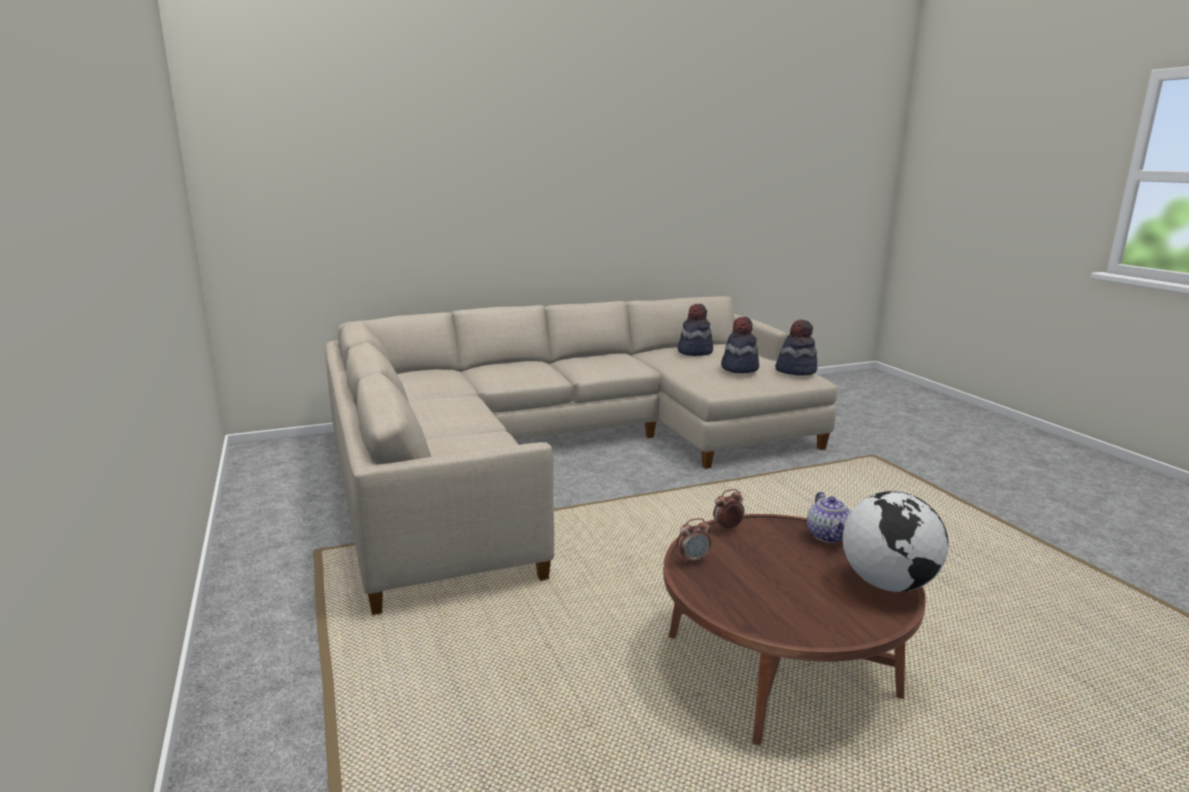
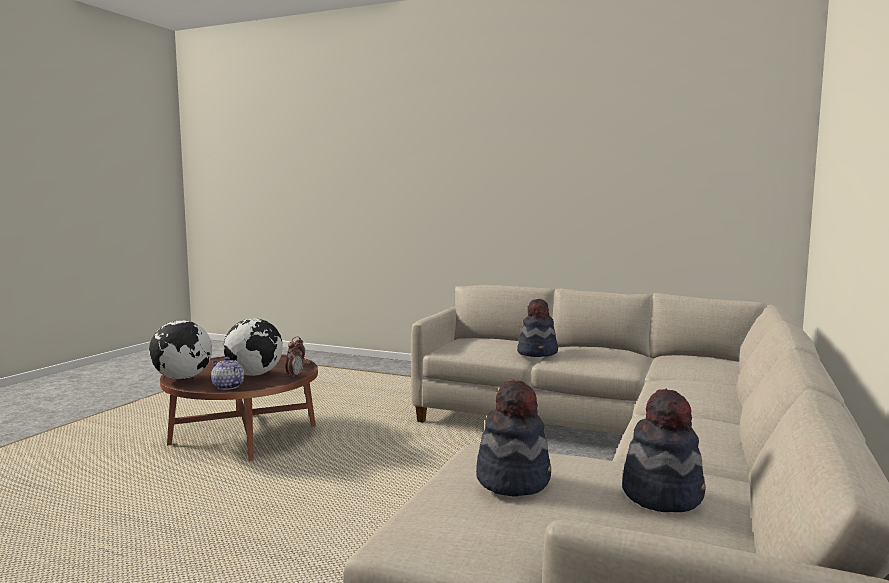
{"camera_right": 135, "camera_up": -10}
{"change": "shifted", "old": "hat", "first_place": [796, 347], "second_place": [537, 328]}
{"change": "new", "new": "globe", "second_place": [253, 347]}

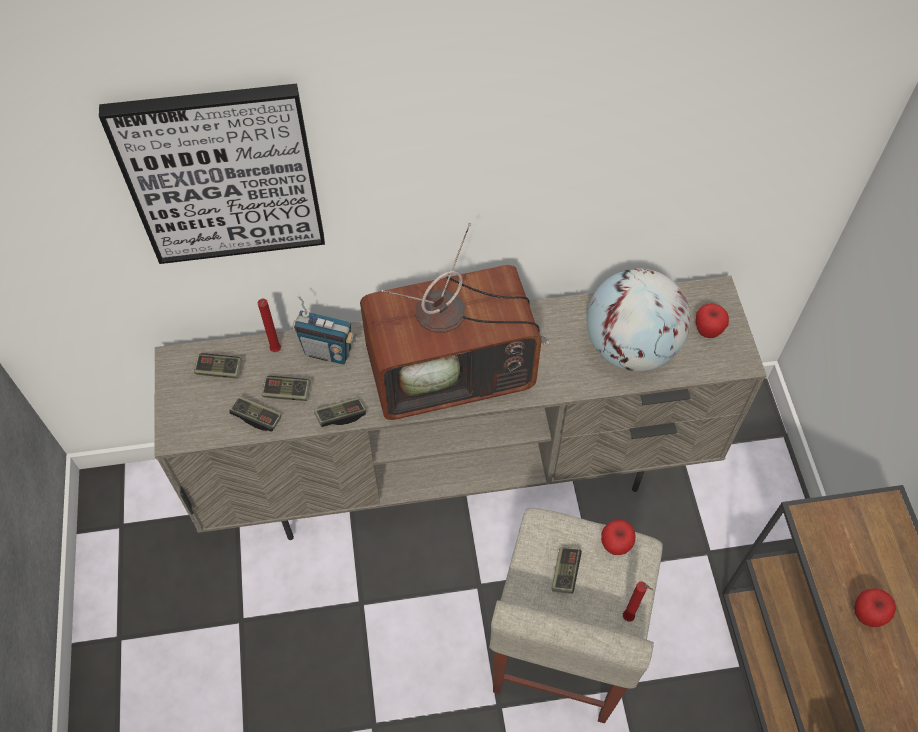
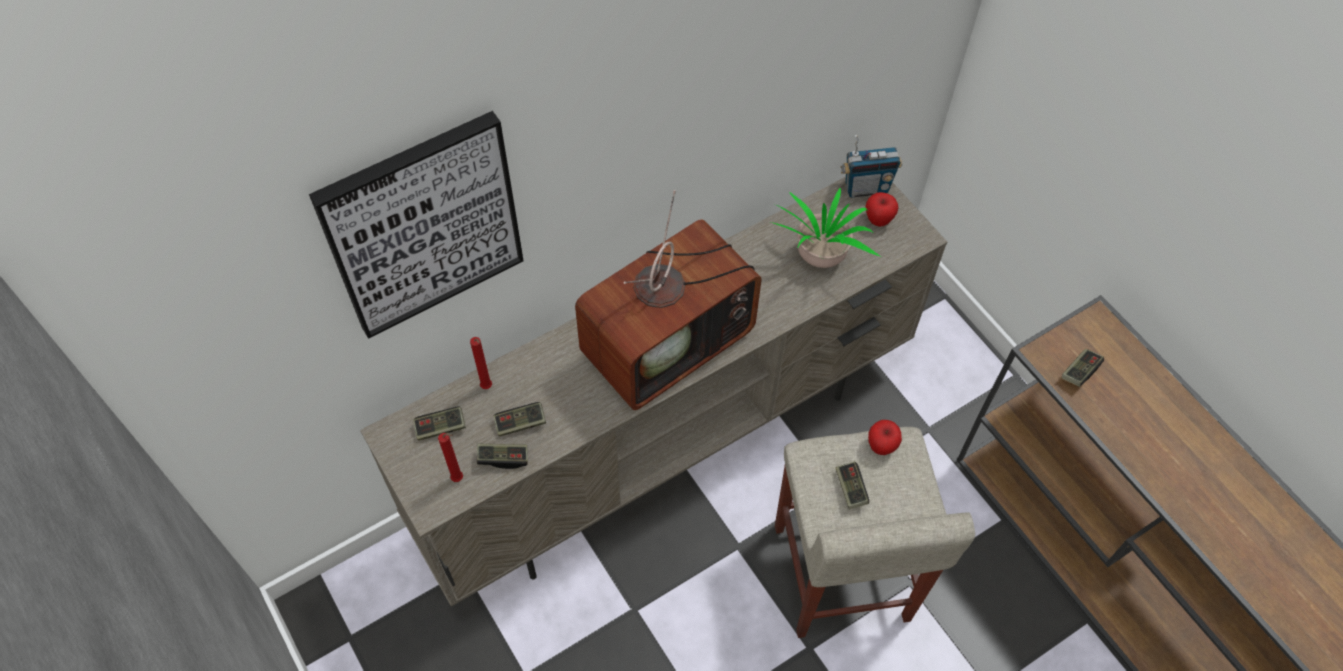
{"camera_right": -25, "camera_up": 0}
{"change": "swapped", "old": "globe", "new": "potted plant", "first_place": [639, 319], "second_place": [826, 228]}
{"change": "shifted", "old": "radio", "first_place": [324, 330], "second_place": [871, 166]}
{"change": "shifted", "old": "game controller", "first_place": [340, 412], "second_place": [1083, 368]}
{"change": "shifted", "old": "candle/red", "first_place": [638, 602], "second_place": [450, 457]}
{"change": "gone", "old": "apple", "first_place": [875, 607]}

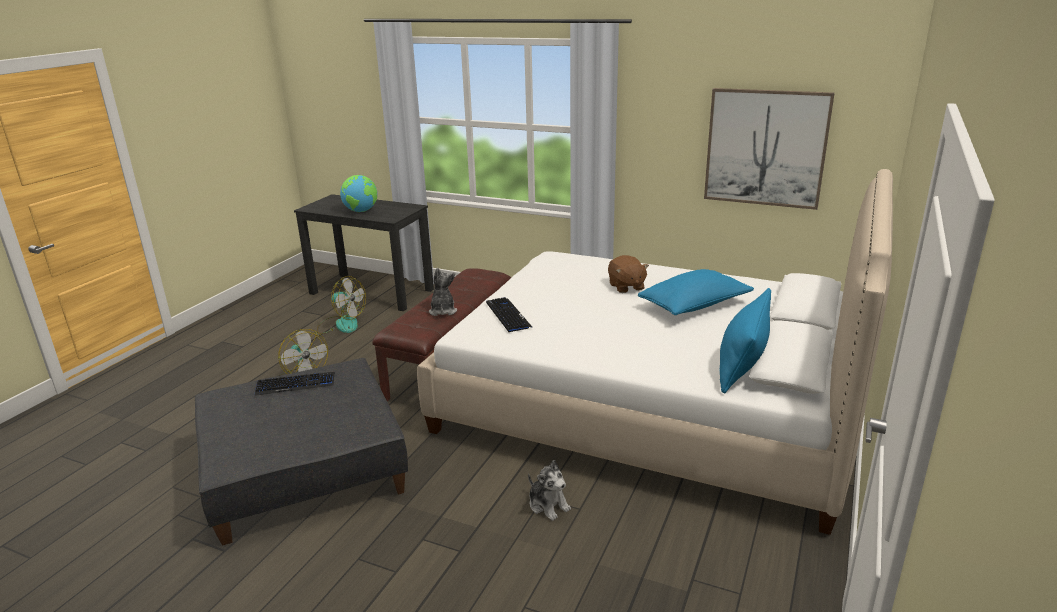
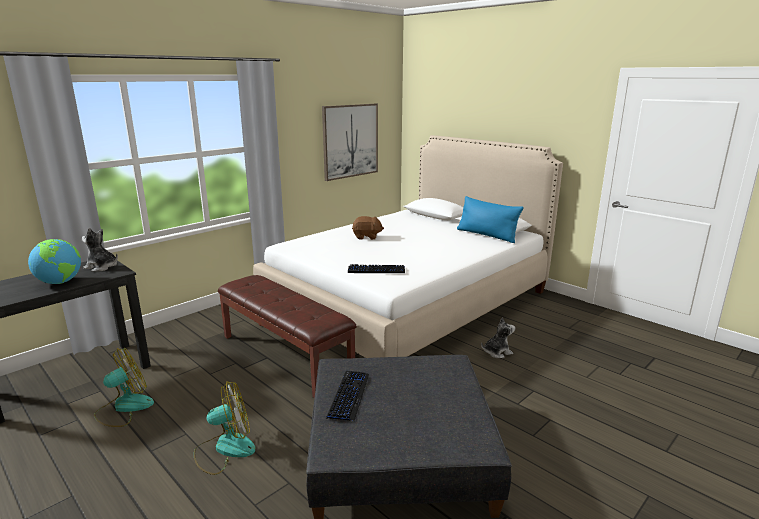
{"camera_right": -70, "camera_up": -5}
{"change": "shifted", "old": "plush toy", "first_place": [443, 292], "second_place": [100, 250]}
{"change": "gone", "old": "pillow/blue", "first_place": [696, 292]}

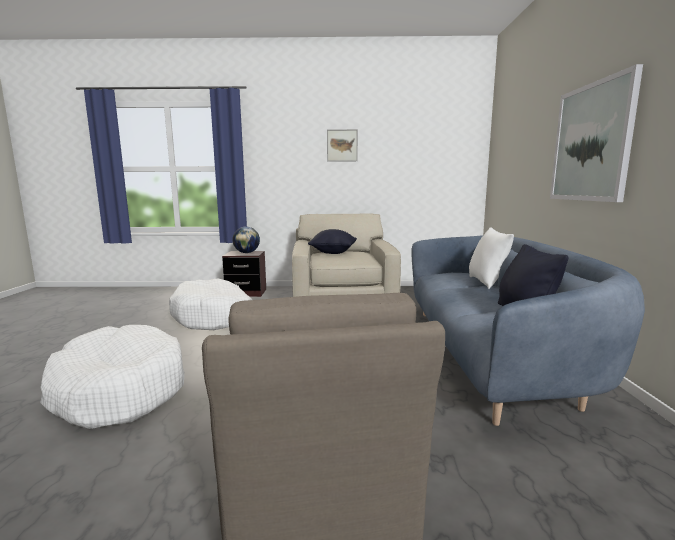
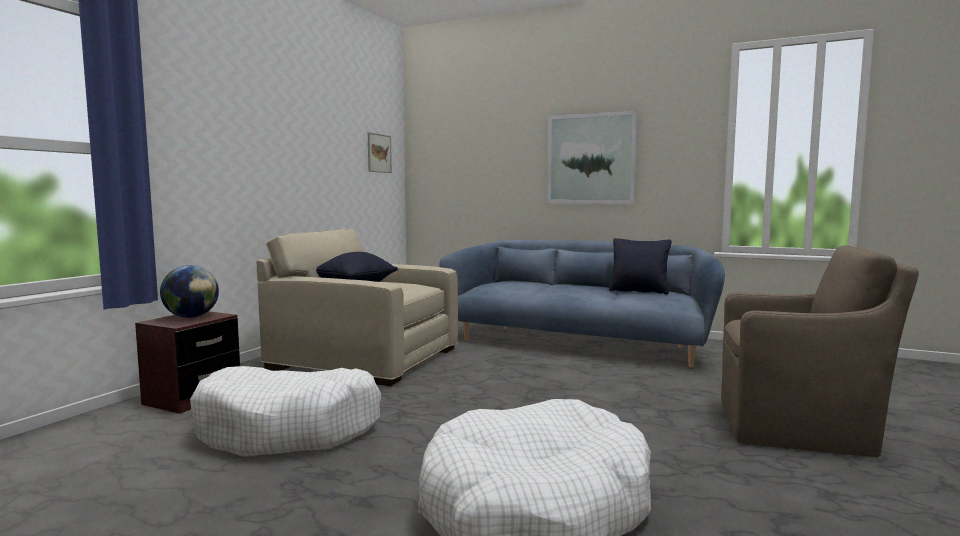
{"camera_right": -65, "camera_up": -5}
{"change": "shifted", "old": "picture", "first_place": [342, 145], "second_place": [380, 152]}
{"change": "gone", "old": "pillow/white", "first_place": [491, 258]}

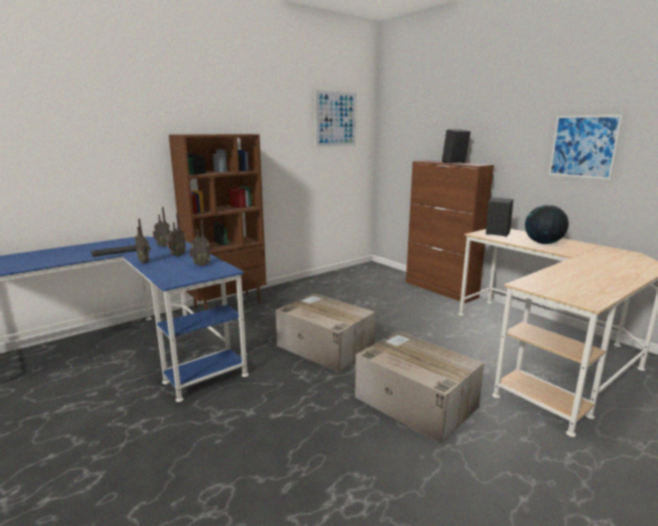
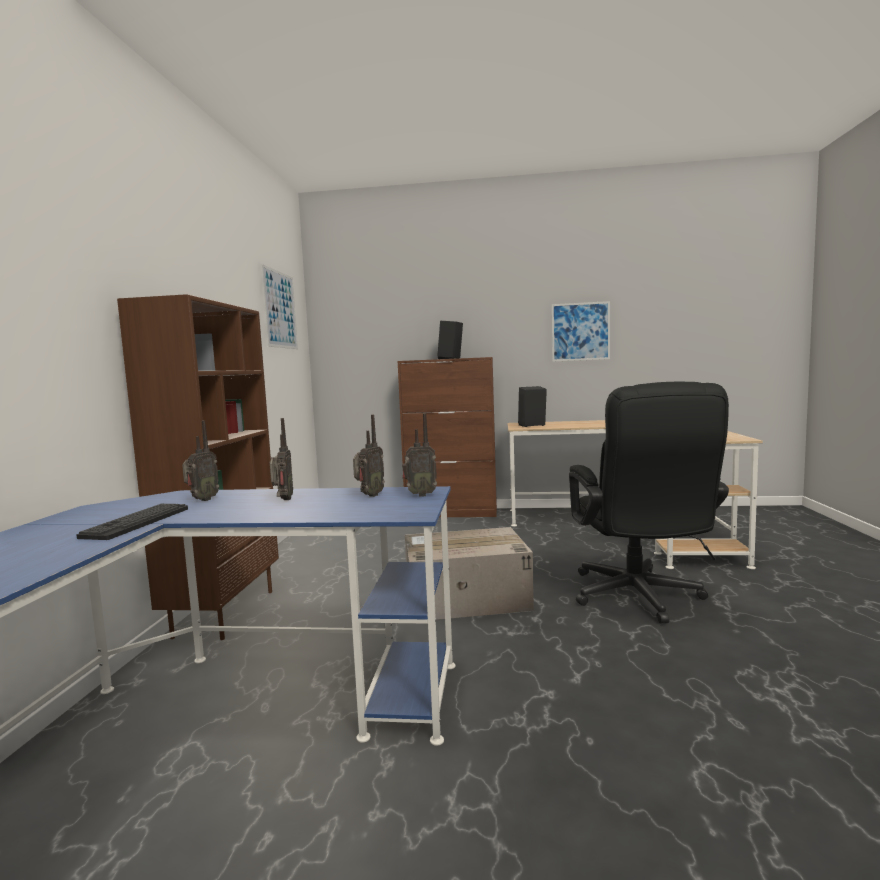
{"camera_right": -45, "camera_up": -10}
{"change": "gone", "old": "globe", "first_place": [547, 224]}
{"change": "shifted", "old": "radio", "first_place": [143, 241], "second_place": [419, 455]}
{"change": "swapped", "old": "cardboard box", "new": "office chair/black", "first_place": [419, 387], "second_place": [649, 503]}

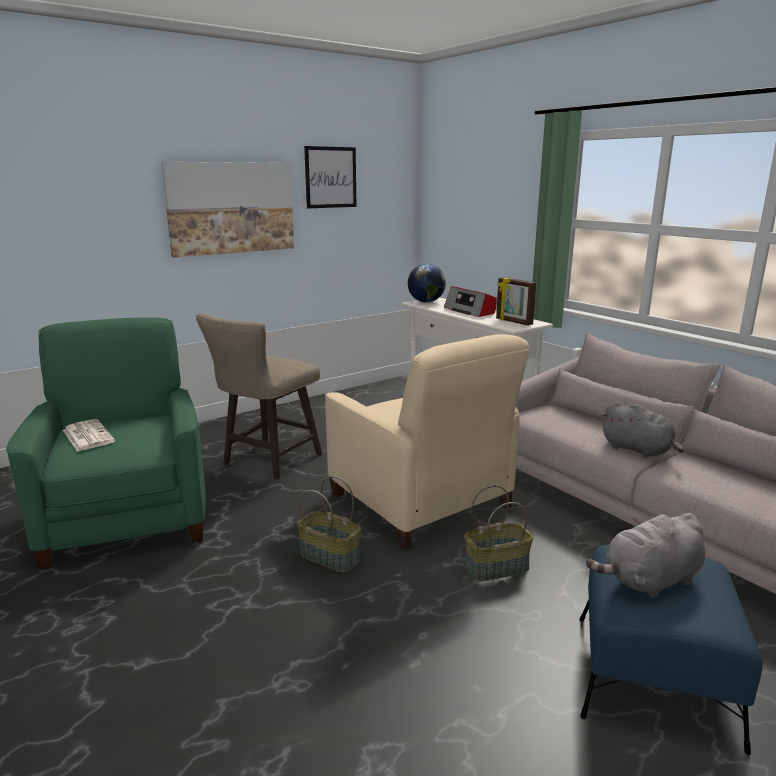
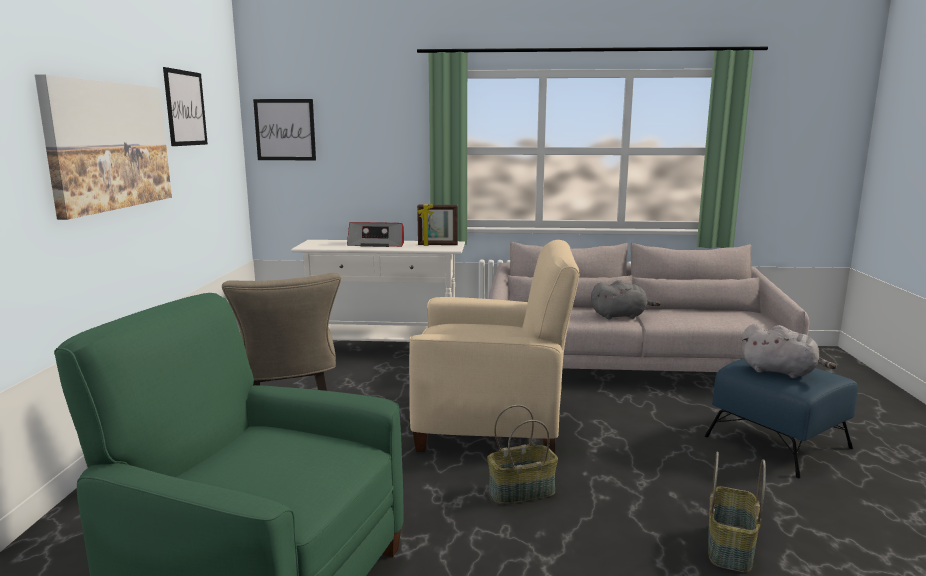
{"camera_right": -50, "camera_up": -5}
{"change": "gone", "old": "globe", "first_place": [427, 283]}
{"change": "gone", "old": "newspaper", "first_place": [89, 435]}
{"change": "shifted", "old": "basket", "first_place": [498, 533], "second_place": [737, 512]}
{"change": "rotated", "old": "plush toy/grey", "first_place": [645, 556], "second_place": [789, 351], "degrees": -75}
{"change": "new", "new": "picture", "second_place": [284, 129]}

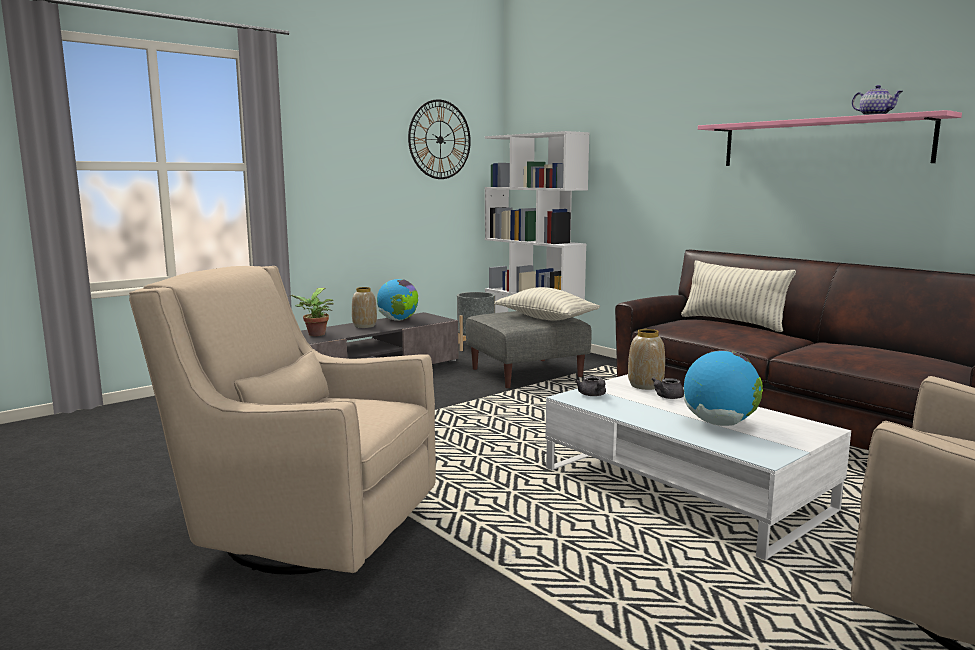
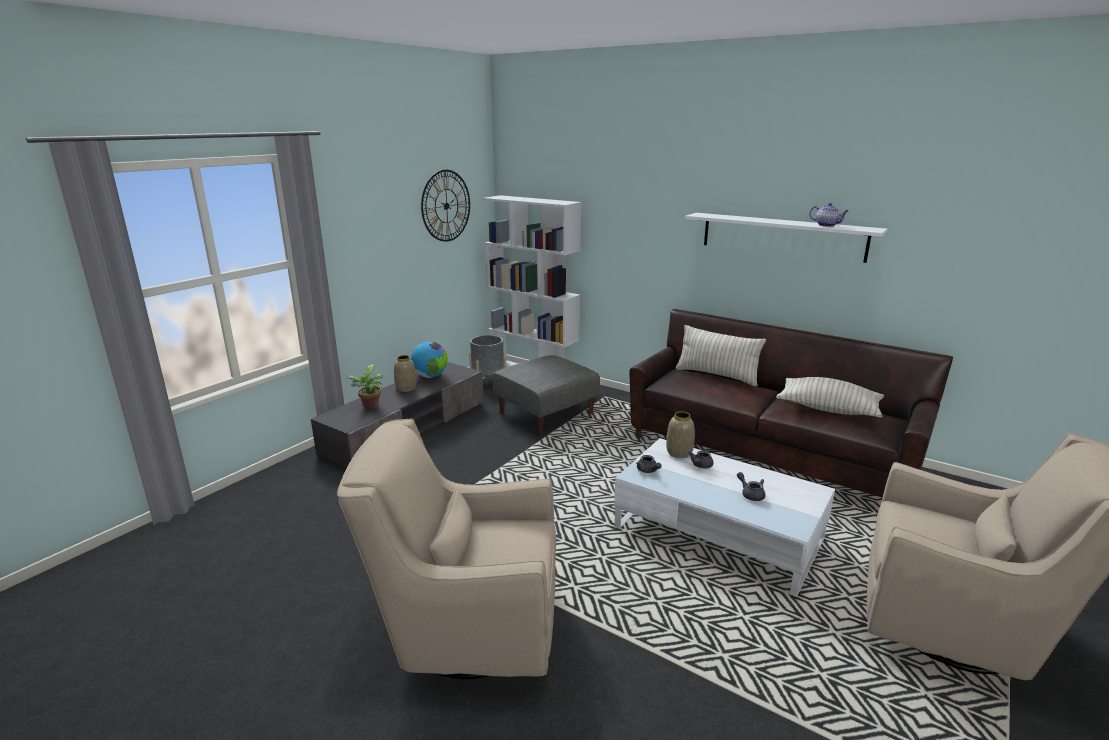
{"camera_right": -15, "camera_up": 10}
{"change": "repainted", "old": "shelf/pink", "new": "shelf/white", "first_place": [830, 138], "second_place": [786, 238]}
{"change": "shifted", "old": "pillow", "first_place": [547, 303], "second_place": [830, 397]}
{"change": "swapped", "old": "globe", "new": "teapot/grey", "first_place": [723, 388], "second_place": [751, 486]}

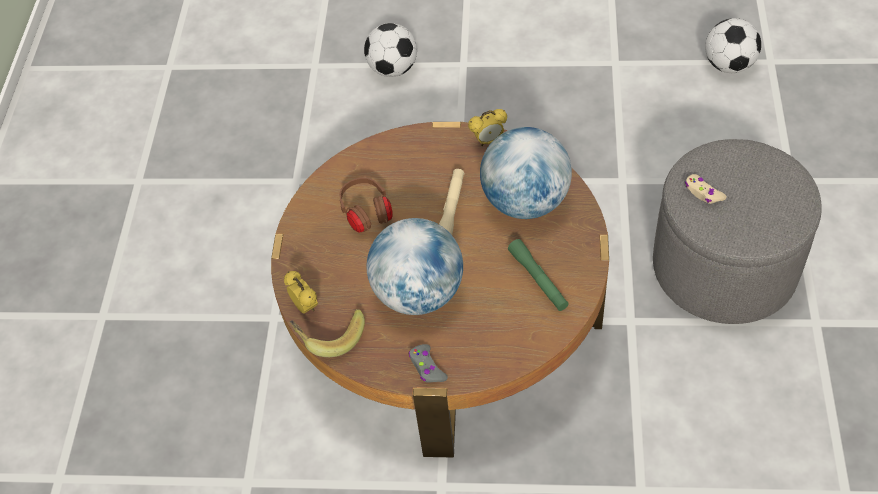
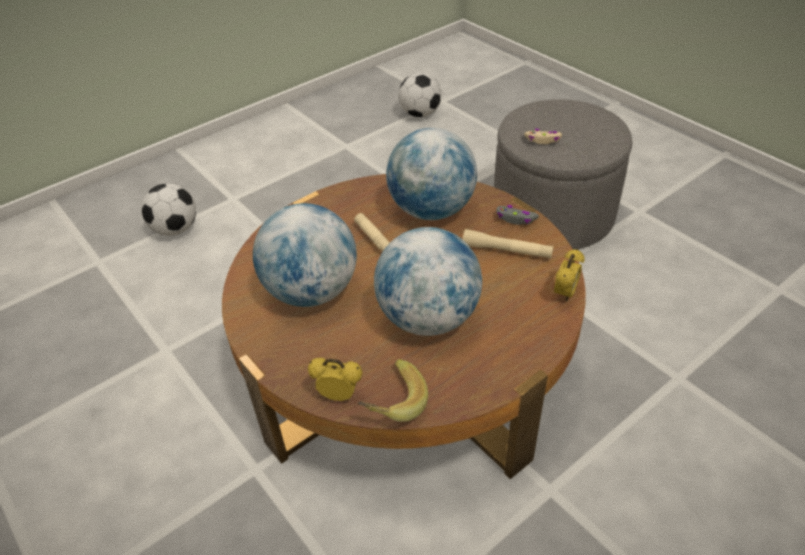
{"camera_right": -45, "camera_up": -10}
{"change": "shifted", "old": "alarm clock", "first_place": [487, 127], "second_place": [569, 275]}
{"change": "swapped", "old": "headphones/brown", "new": "globe", "first_place": [366, 205], "second_place": [305, 255]}
{"change": "repainted", "old": "flashlight/green", "new": "flashlight/beige", "first_place": [538, 275], "second_place": [508, 244]}
{"change": "shifted", "old": "game controller/grey", "first_place": [428, 363], "second_place": [517, 215]}

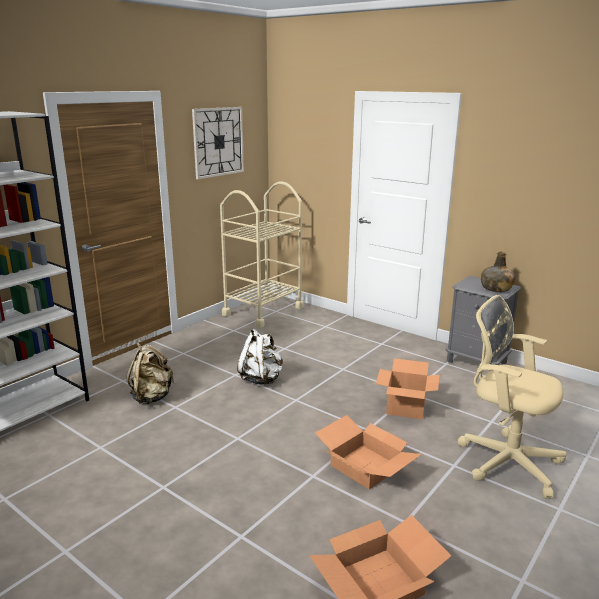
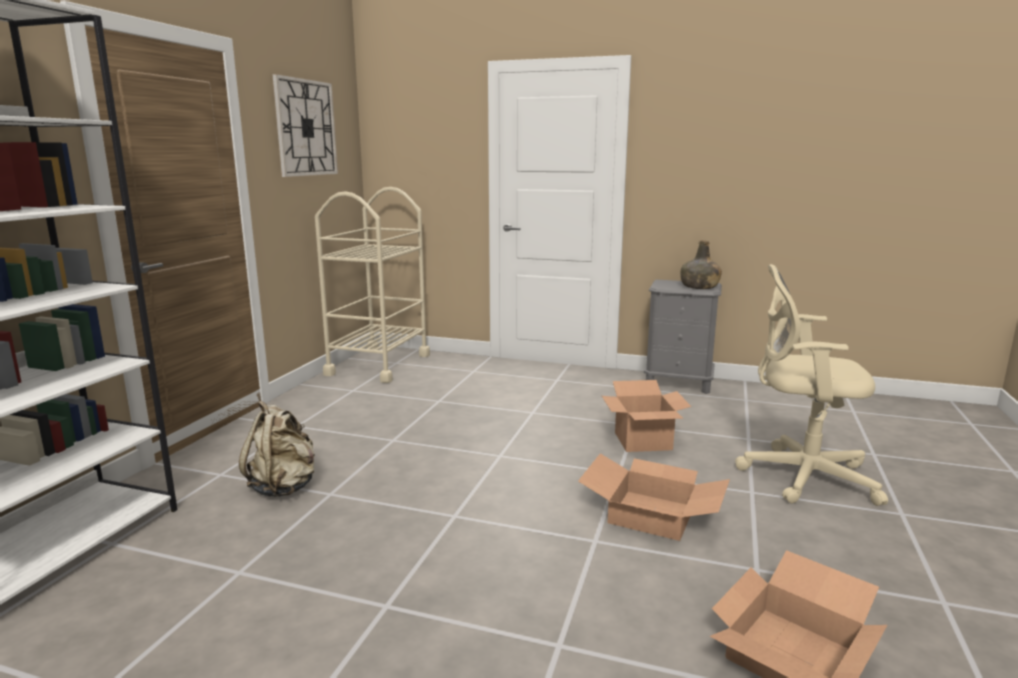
{"camera_right": -20, "camera_up": -5}
{"change": "gone", "old": "backpack/white", "first_place": [260, 357]}

